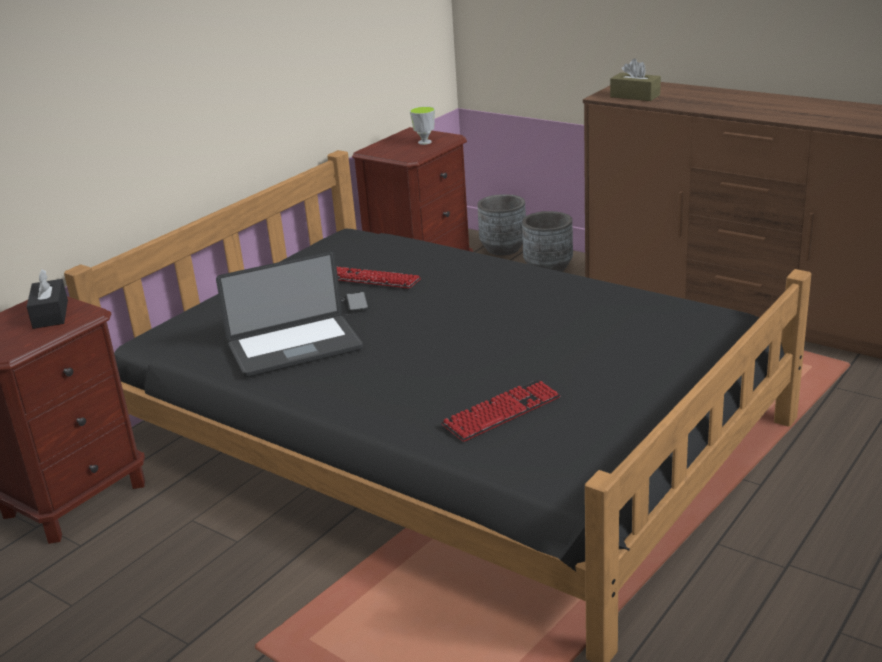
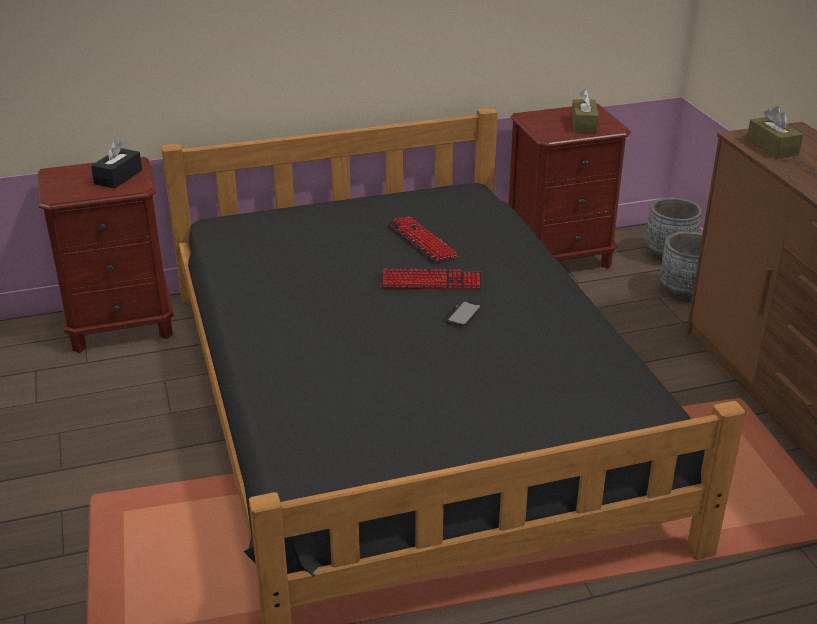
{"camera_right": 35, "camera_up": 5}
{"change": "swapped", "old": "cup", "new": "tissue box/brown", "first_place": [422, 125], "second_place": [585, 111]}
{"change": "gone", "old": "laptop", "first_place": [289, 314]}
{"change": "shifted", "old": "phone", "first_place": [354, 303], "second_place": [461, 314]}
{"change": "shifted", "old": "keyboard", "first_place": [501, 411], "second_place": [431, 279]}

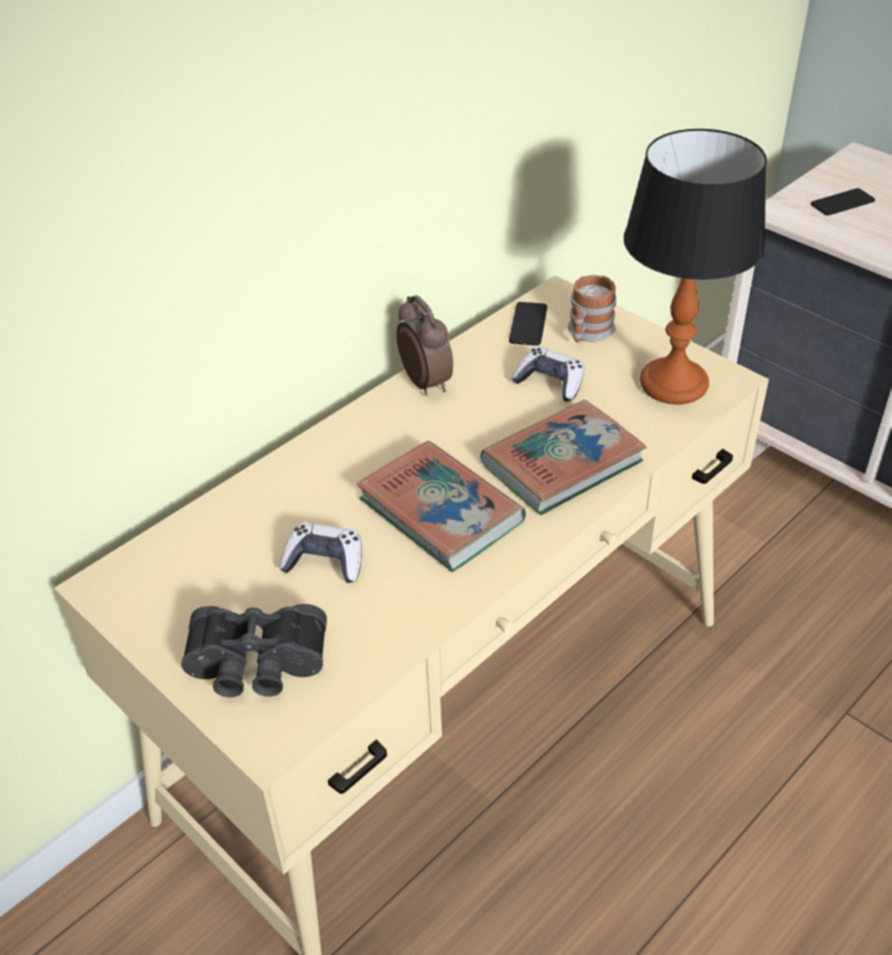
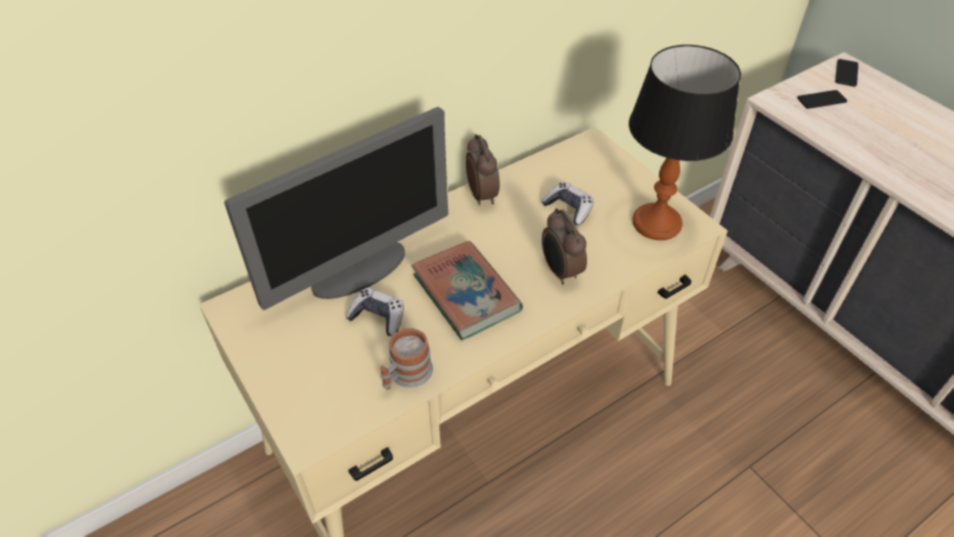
{"camera_right": 10, "camera_up": 5}
{"change": "shifted", "old": "mug", "first_place": [592, 308], "second_place": [406, 359]}
{"change": "shifted", "old": "phone", "first_place": [528, 323], "second_place": [846, 73]}
{"change": "swapped", "old": "book", "new": "alarm clock", "first_place": [563, 457], "second_place": [564, 246]}
{"change": "gone", "old": "binoculars/black", "first_place": [254, 650]}
{"change": "new", "new": "monitor", "second_place": [336, 208]}

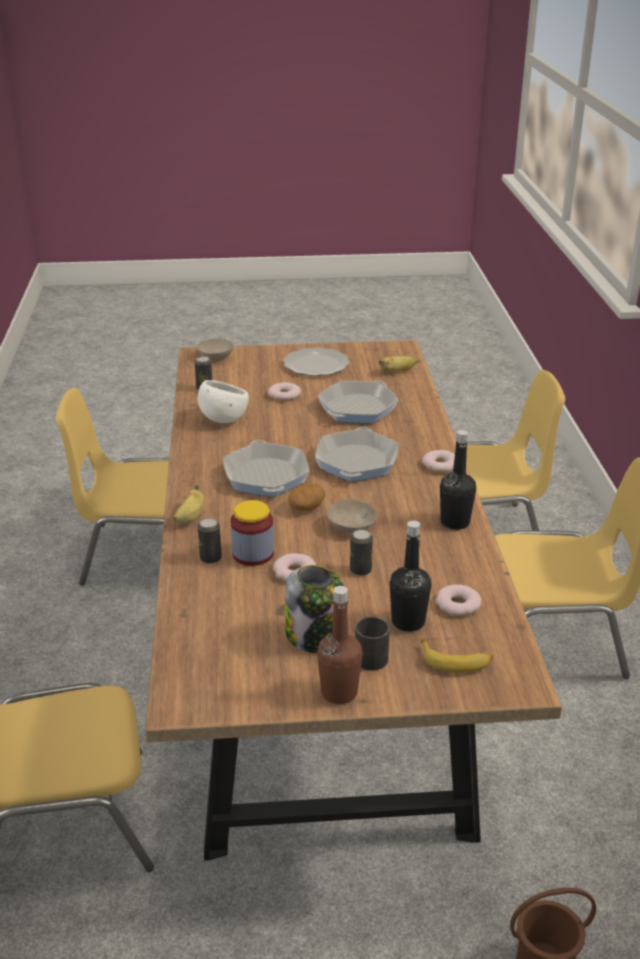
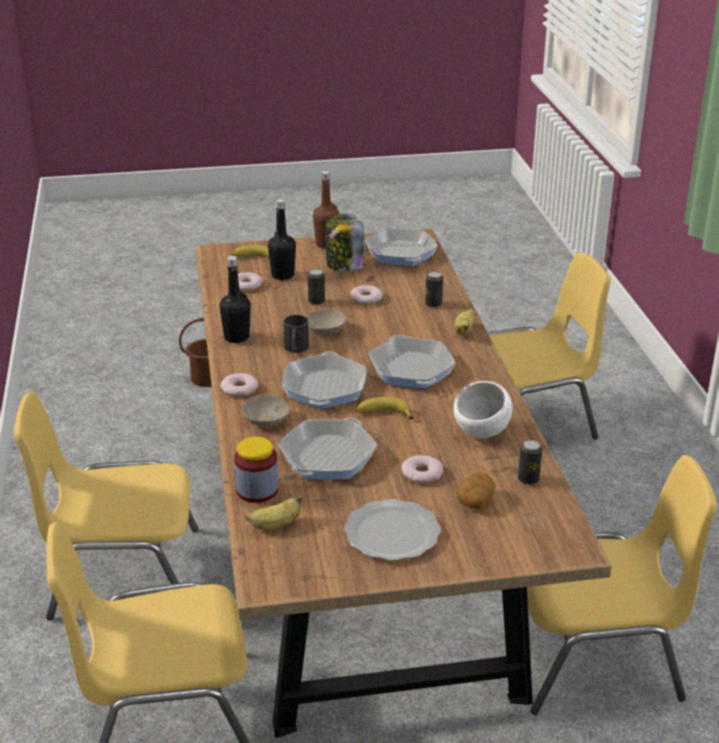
{"camera_right": 175, "camera_up": 0}
{"change": "shifted", "old": "bowl/beige", "first_place": [215, 349], "second_place": [266, 410]}
{"change": "shifted", "old": "potato", "first_place": [306, 497], "second_place": [476, 491]}
{"change": "shifted", "old": "jar", "first_place": [252, 533], "second_place": [256, 470]}
{"change": "shifted", "old": "mug/black", "first_place": [372, 643], "second_place": [296, 334]}
{"change": "new", "new": "frying pan", "second_place": [401, 246]}
{"change": "new", "new": "banana", "second_place": [384, 408]}

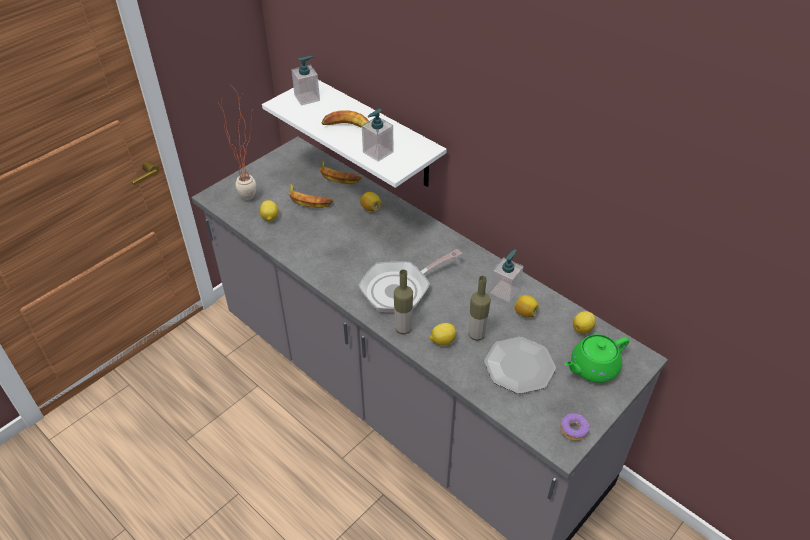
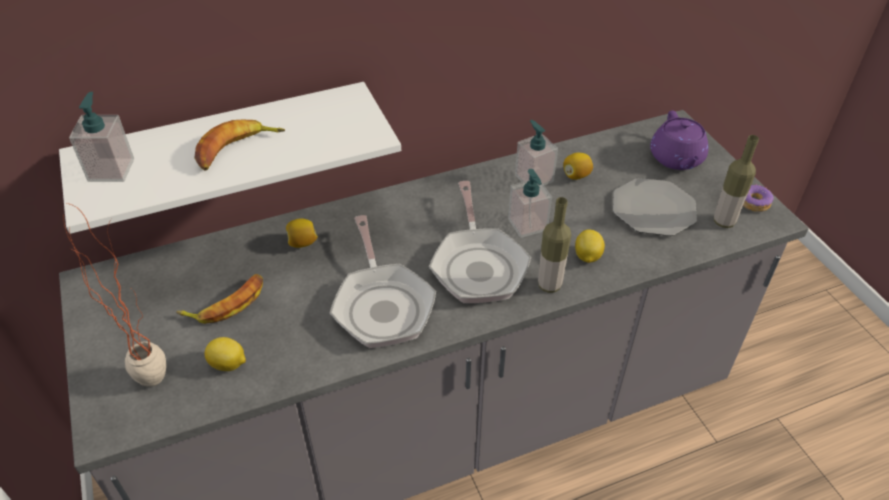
{"camera_right": -65, "camera_up": 0}
{"change": "shifted", "old": "soap dispenser", "first_place": [378, 135], "second_place": [530, 203]}
{"change": "gone", "old": "banana", "first_place": [340, 172]}
{"change": "shifted", "old": "bottle", "first_place": [479, 308], "second_place": [736, 181]}
{"change": "gone", "old": "lemon", "first_place": [584, 322]}
{"change": "repainted", "old": "teapot/green", "new": "teapot/purple", "first_place": [596, 358], "second_place": [679, 140]}
{"change": "new", "new": "frying pan", "second_place": [383, 281]}

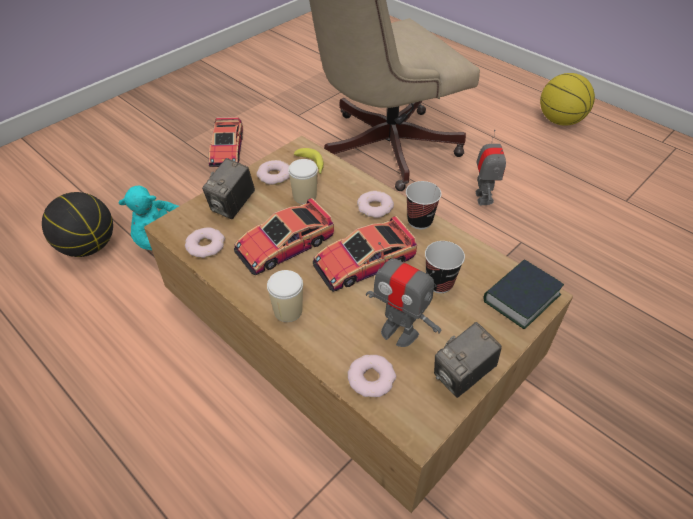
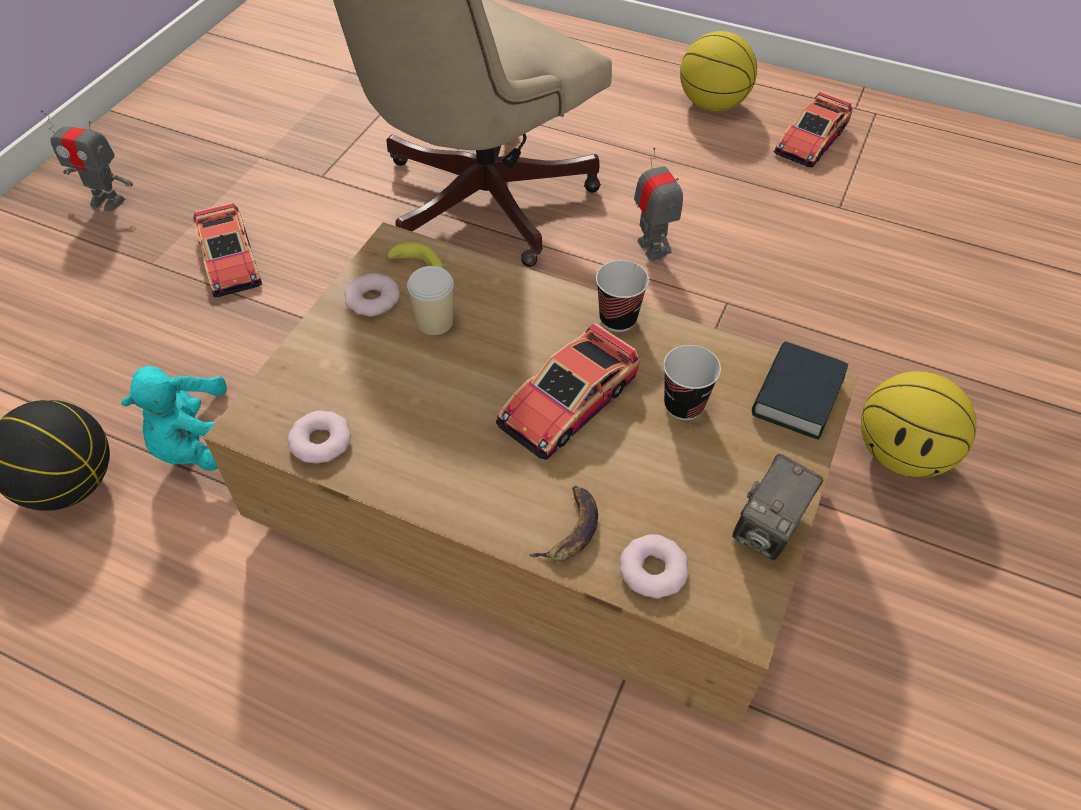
{"camera_right": -20, "camera_up": 5}
{"change": "gone", "old": "photo camera", "first_place": [228, 188]}
{"change": "gone", "old": "donut", "first_place": [375, 204]}
{"change": "shifted", "old": "toy car", "first_place": [284, 236], "second_place": [813, 129]}
{"change": "shifted", "old": "toy robot", "first_place": [403, 294], "second_place": [87, 160]}
{"change": "gone", "old": "cup", "first_place": [285, 296]}
{"change": "new", "new": "basketball", "second_place": [919, 424]}
{"change": "new", "new": "banana", "second_place": [563, 523]}

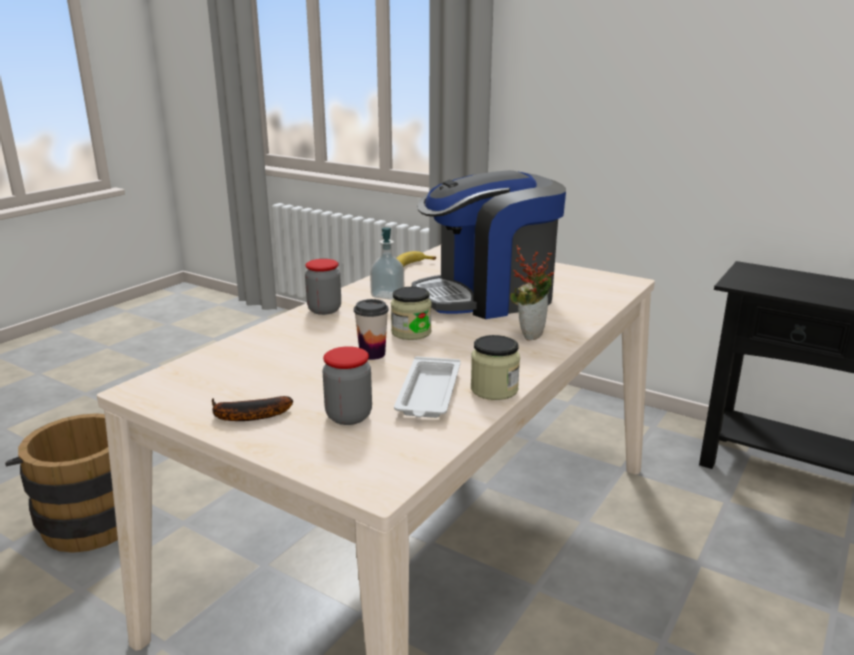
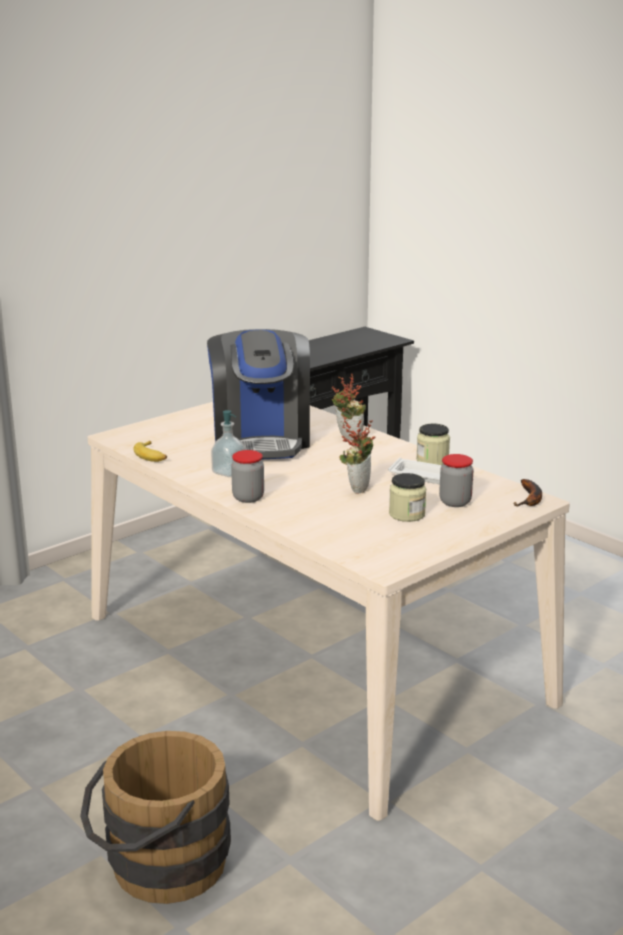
{"camera_right": -75, "camera_up": 0}
{"change": "shifted", "old": "jar", "first_place": [411, 313], "second_place": [407, 497]}
{"change": "swapped", "old": "cup", "new": "potted plant", "first_place": [371, 329], "second_place": [357, 454]}
{"change": "shifted", "old": "banana", "first_place": [252, 408], "second_place": [527, 492]}

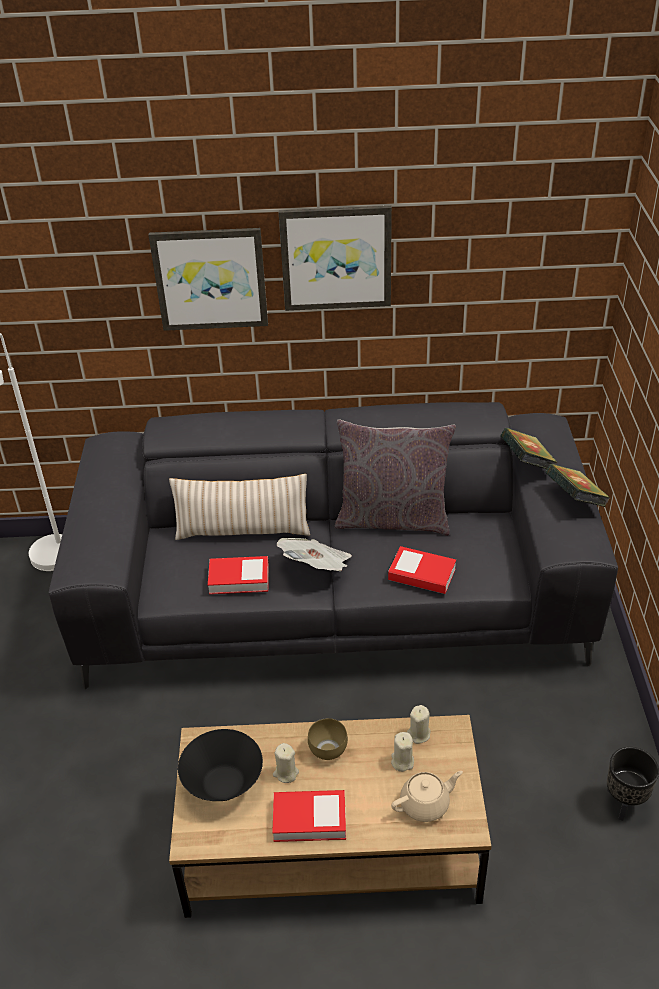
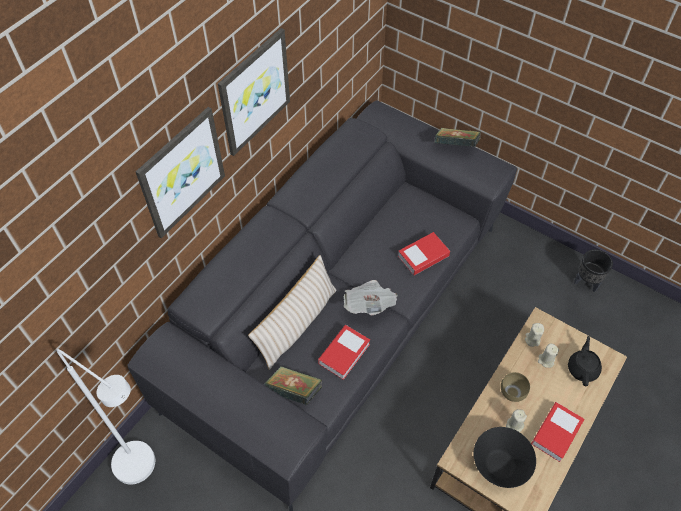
{"camera_right": -55, "camera_up": 15}
{"change": "gone", "old": "pillow/grey", "first_place": [395, 477]}
{"change": "shifted", "old": "book", "first_place": [529, 448], "second_place": [293, 386]}
{"change": "repainted", "old": "teapot/beige", "new": "teapot/black", "first_place": [427, 796], "second_place": [585, 361]}

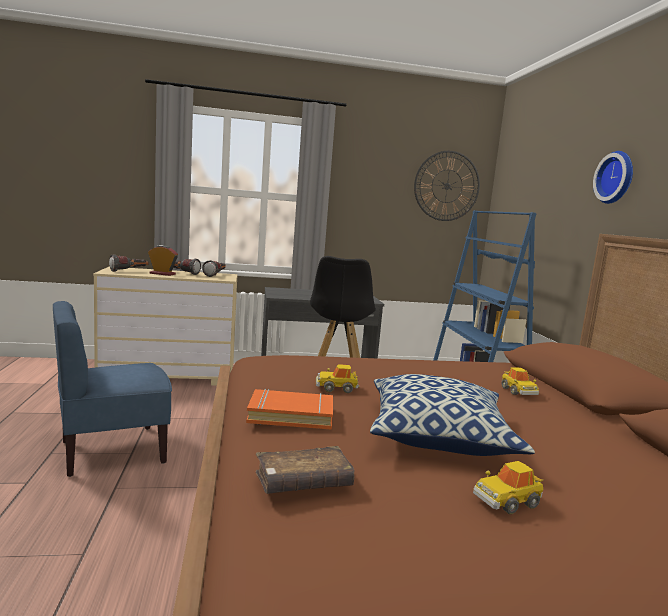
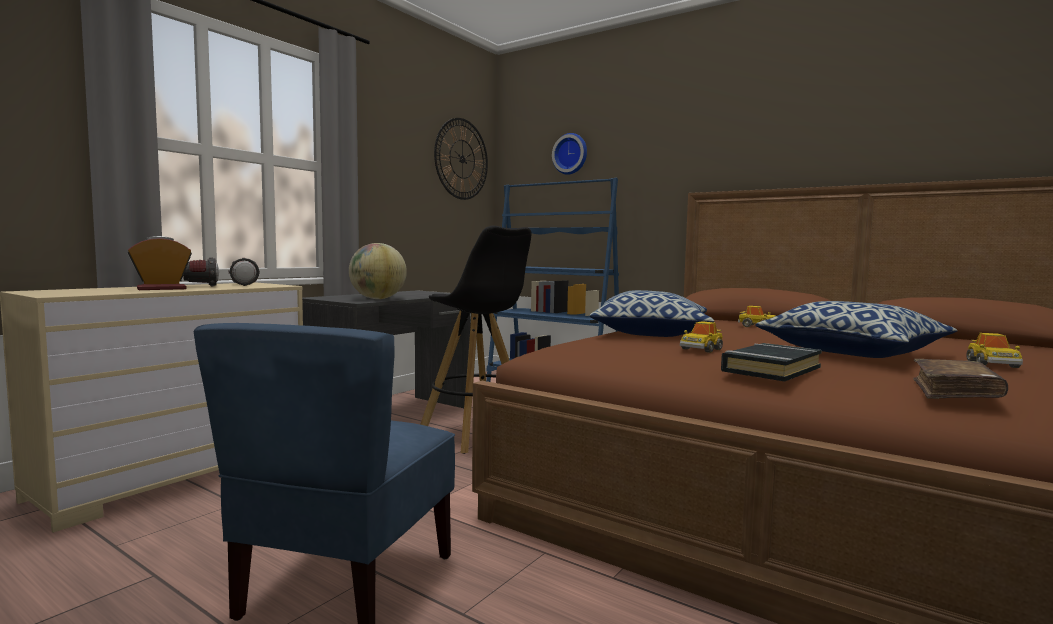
{"camera_right": -45, "camera_up": -5}
{"change": "shifted", "old": "wall clock", "first_place": [613, 177], "second_place": [569, 154]}
{"change": "gone", "old": "flashlight", "first_place": [129, 263]}
{"change": "repainted", "old": "book/orange", "new": "book/black", "first_place": [289, 409], "second_place": [771, 362]}
{"change": "new", "new": "globe", "second_place": [378, 271]}
{"change": "new", "new": "pillow", "second_place": [652, 313]}

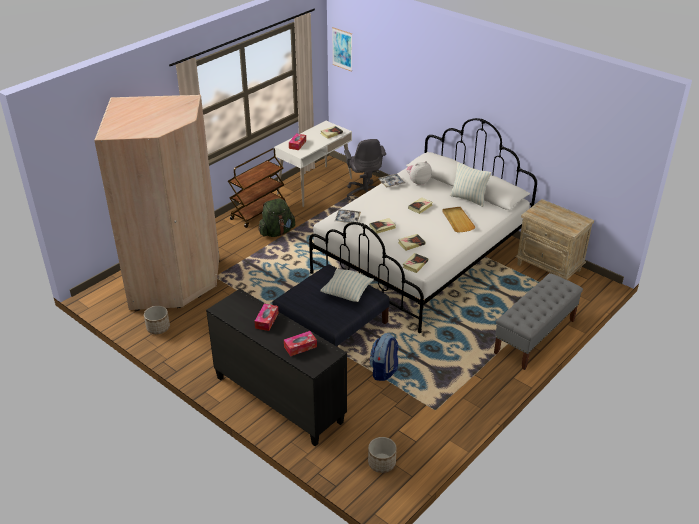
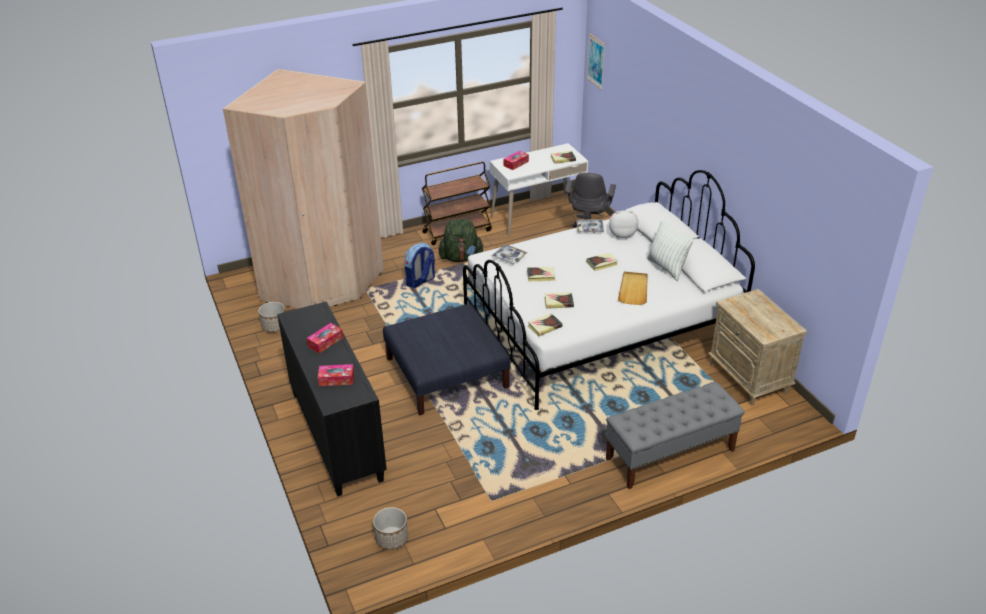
{"camera_right": 25, "camera_up": 0}
{"change": "gone", "old": "pillow", "first_place": [347, 285]}
{"change": "shifted", "old": "backpack", "first_place": [384, 357], "second_place": [419, 265]}

